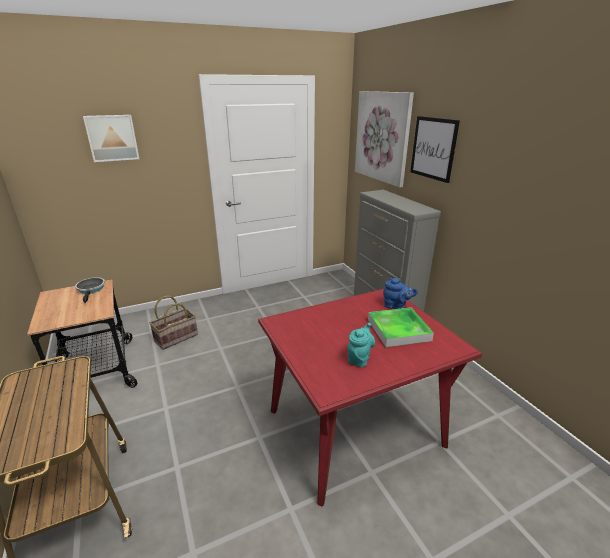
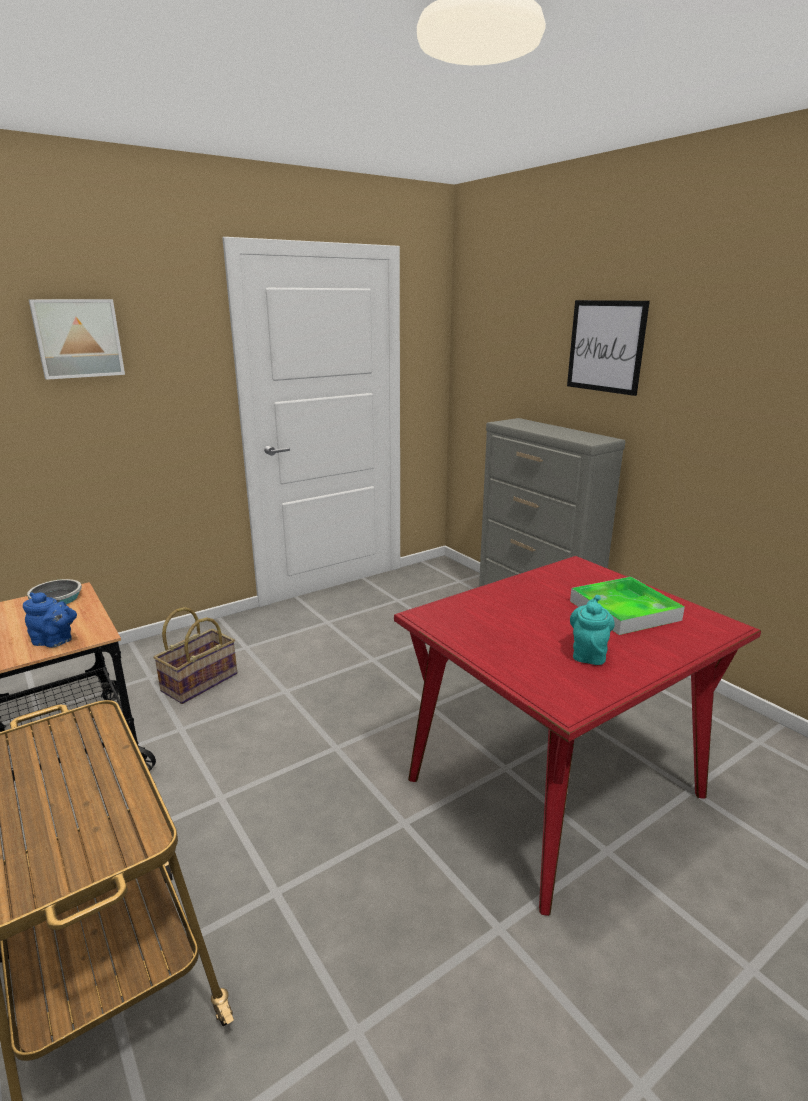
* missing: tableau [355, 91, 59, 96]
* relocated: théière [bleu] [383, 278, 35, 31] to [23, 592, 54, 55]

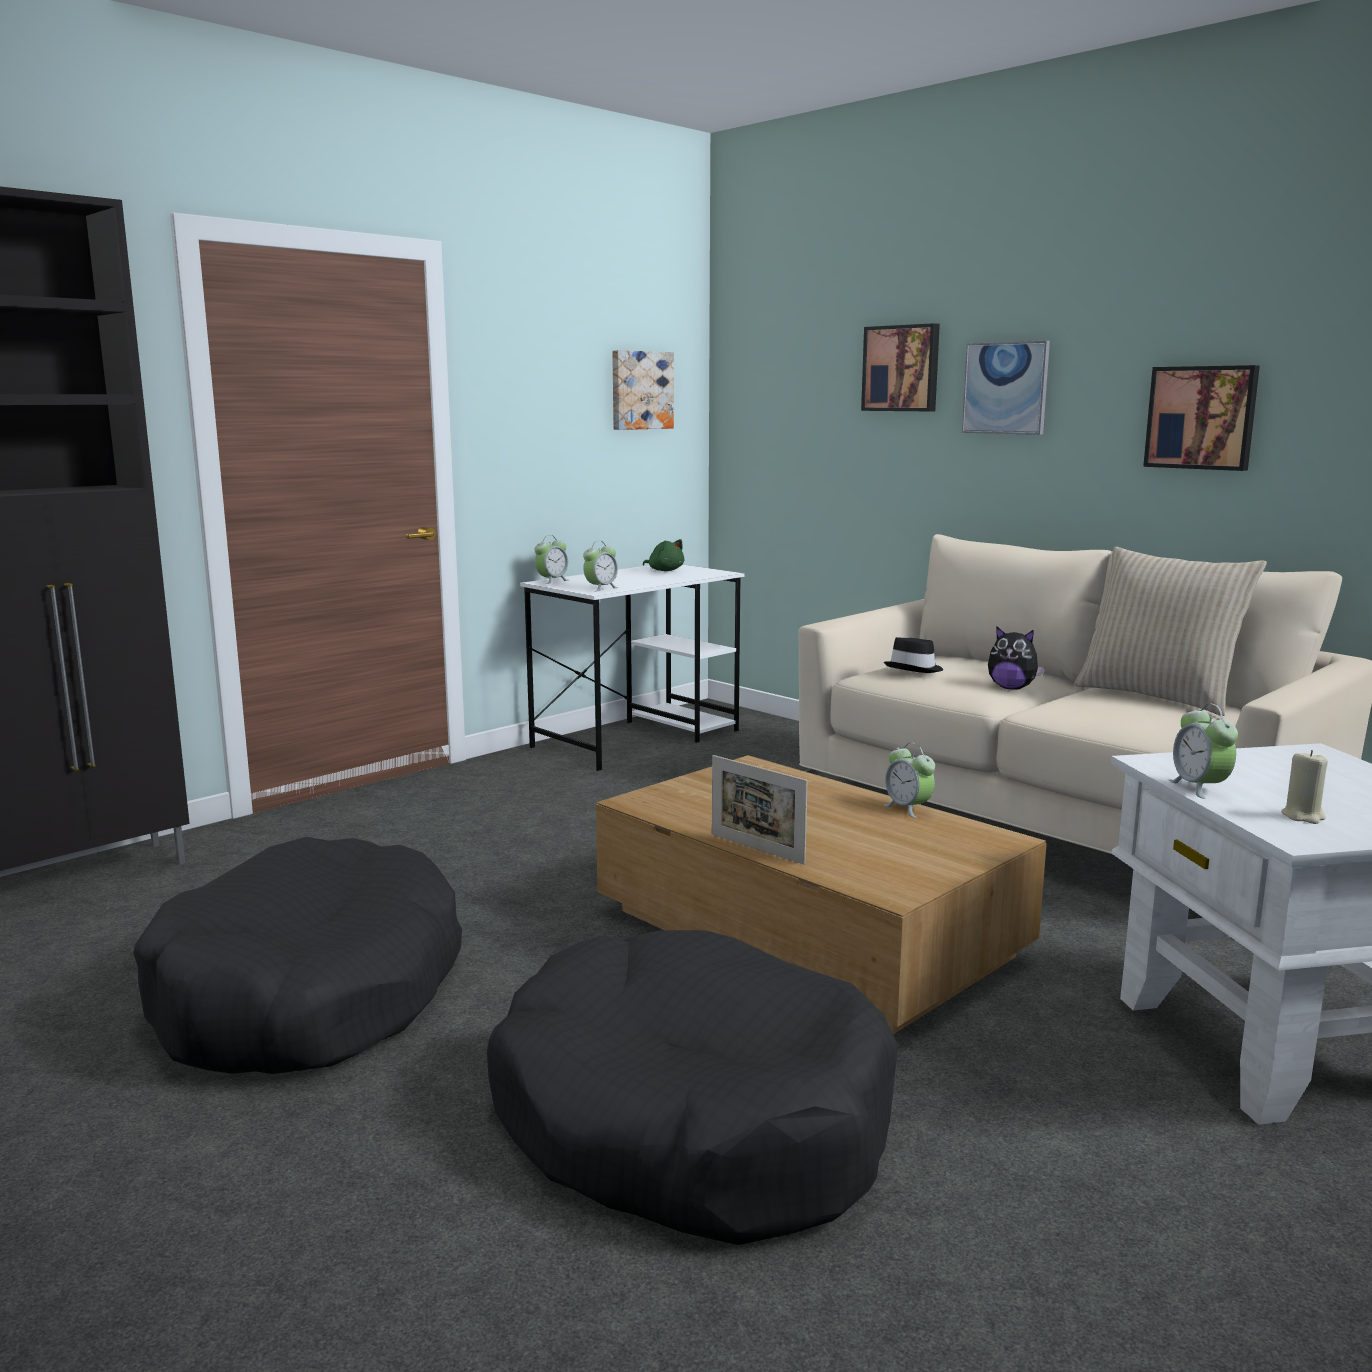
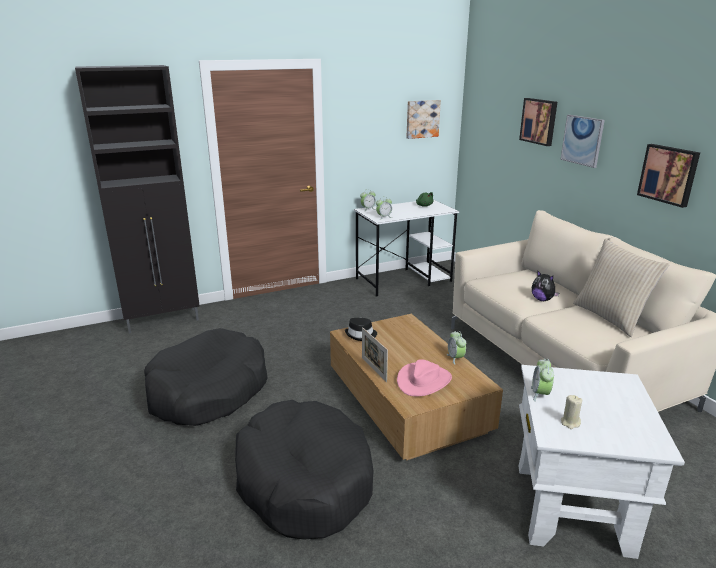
* relocated: chapeau [noir] [884, 637, 59, 36] to [345, 318, 32, 23]
* appeared: chapeau [rose] [397, 359, 55, 37]

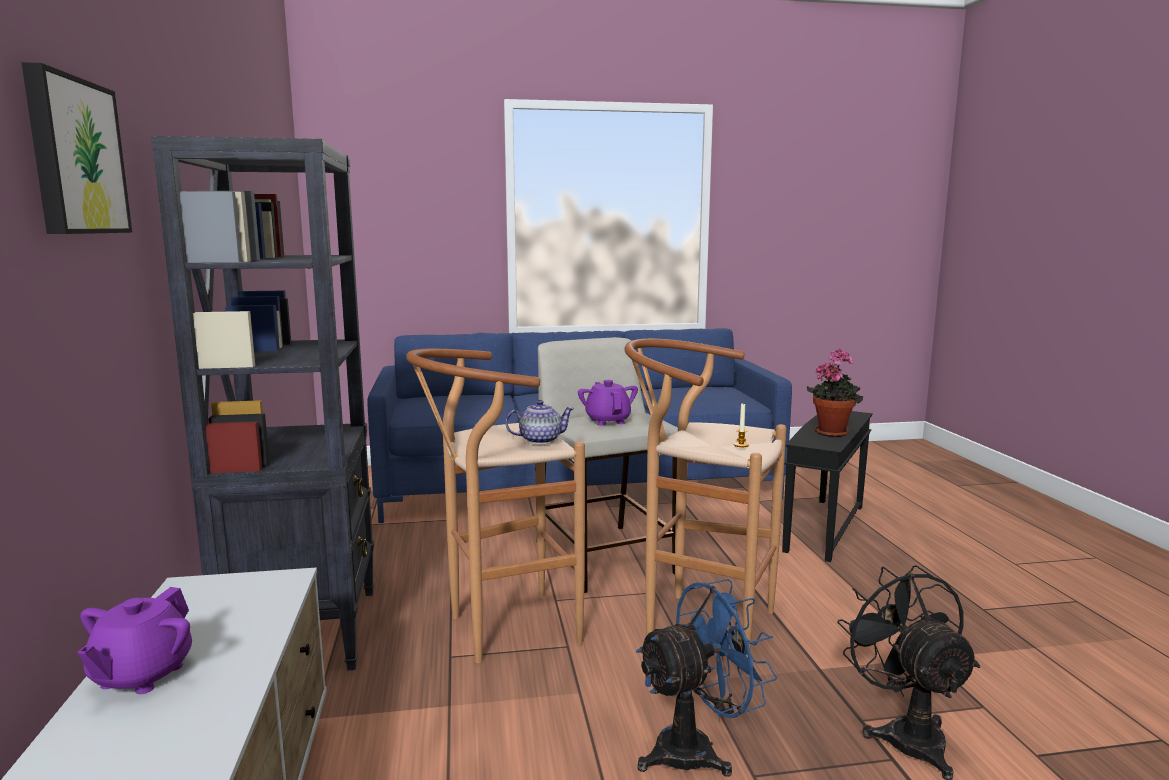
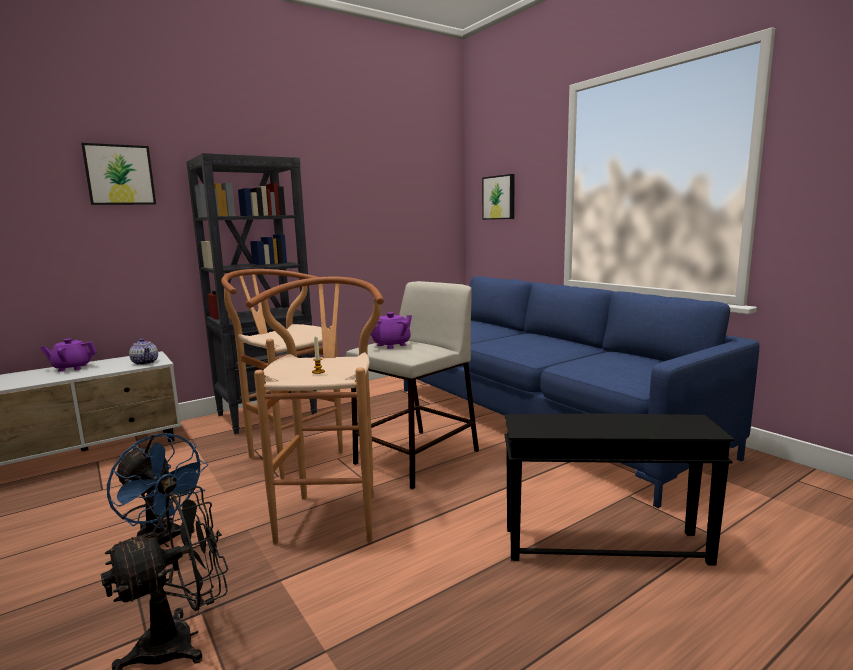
* missing: plante en pot [807, 348, 56, 89]
* relocated: théière [505, 400, 70, 44] to [129, 339, 29, 26]
* appeared: tableau [482, 174, 33, 46]

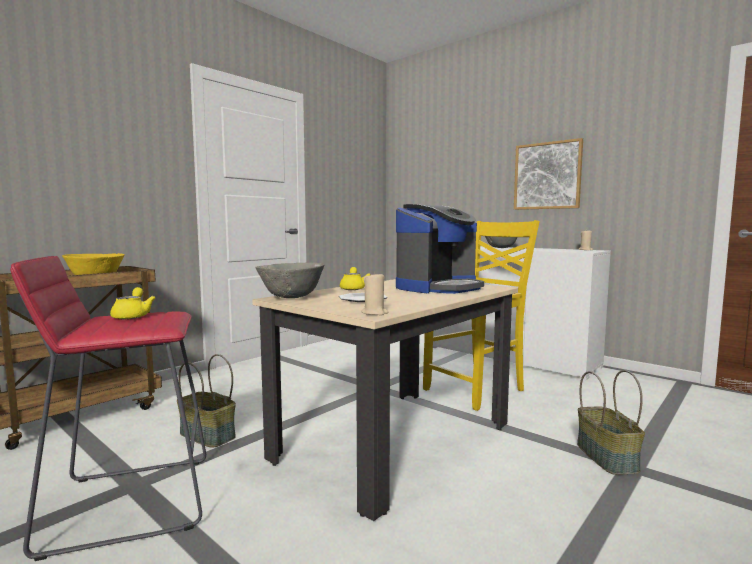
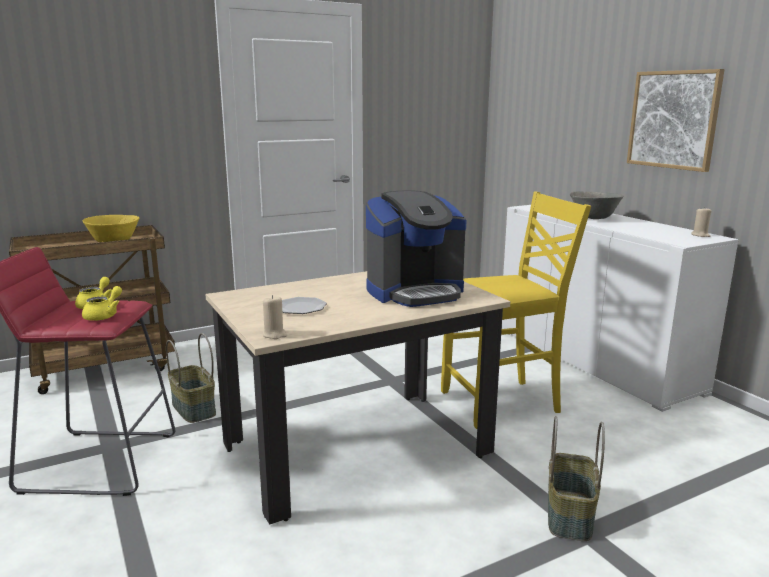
* missing: bol [gris] [255, 263, 70, 35]
* relocated: théière [jaune] [340, 267, 30, 23] to [82, 286, 40, 35]

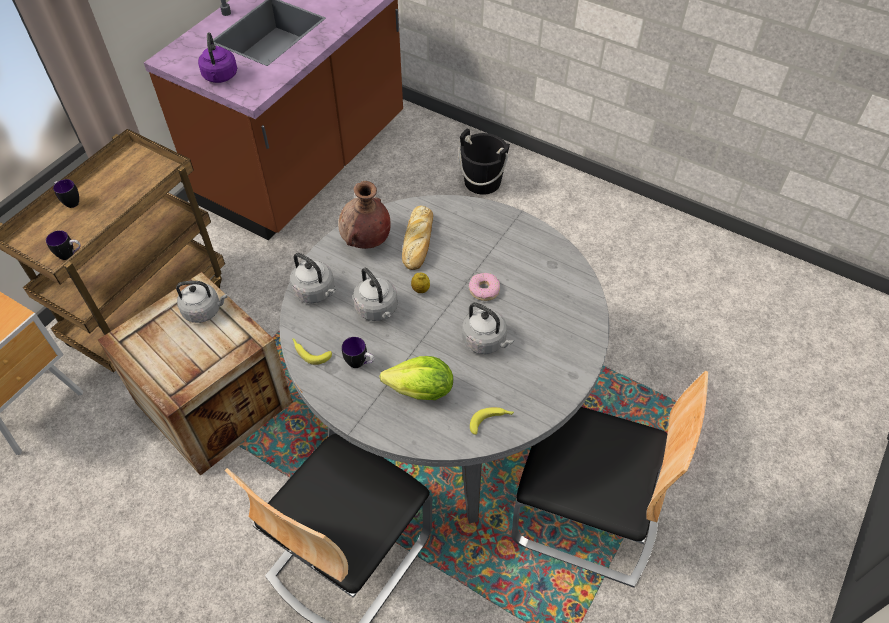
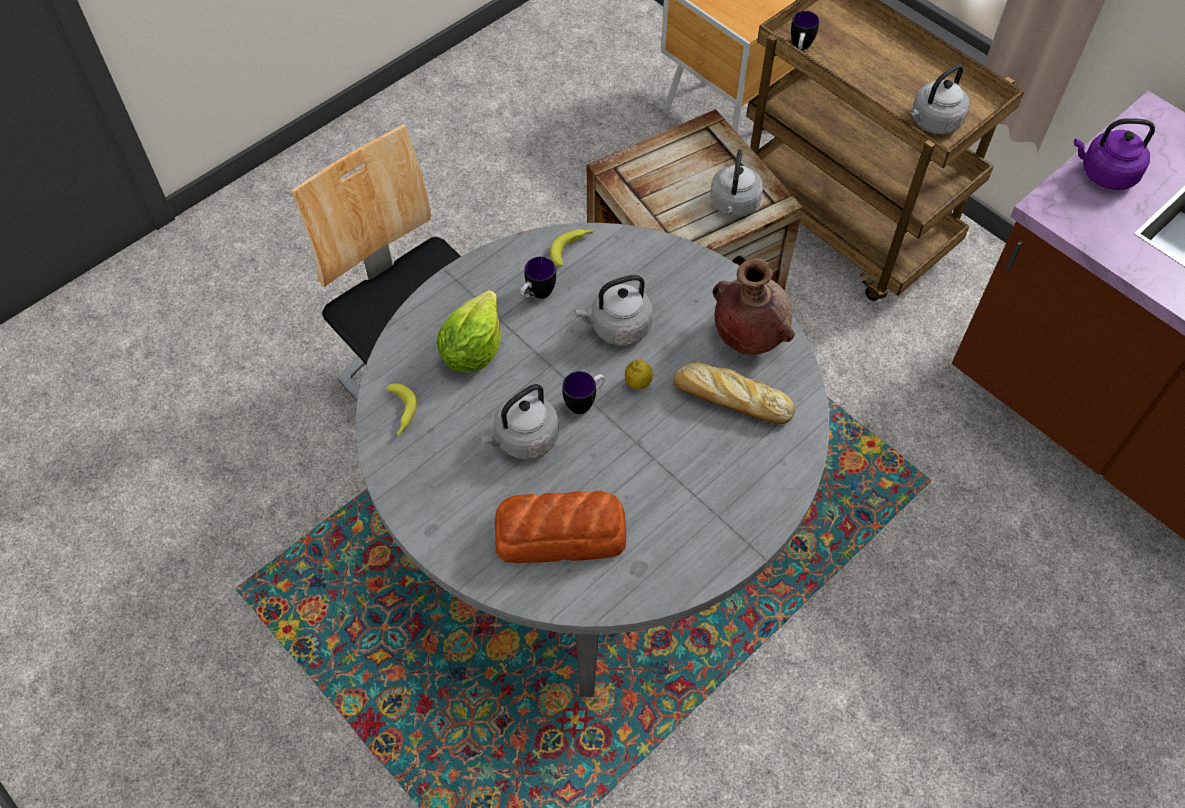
* missing: seau [noir] [459, 128, 51, 67]
* relocated: mug [53, 179, 26, 29] to [562, 371, 43, 43]
* relocated: bouilloire [gris] [290, 253, 46, 50] to [910, 64, 60, 70]
* missing: beignet [469, 273, 31, 28]
* missing: chaise [512, 371, 196, 217]
* appeared: pain [495, 490, 131, 73]

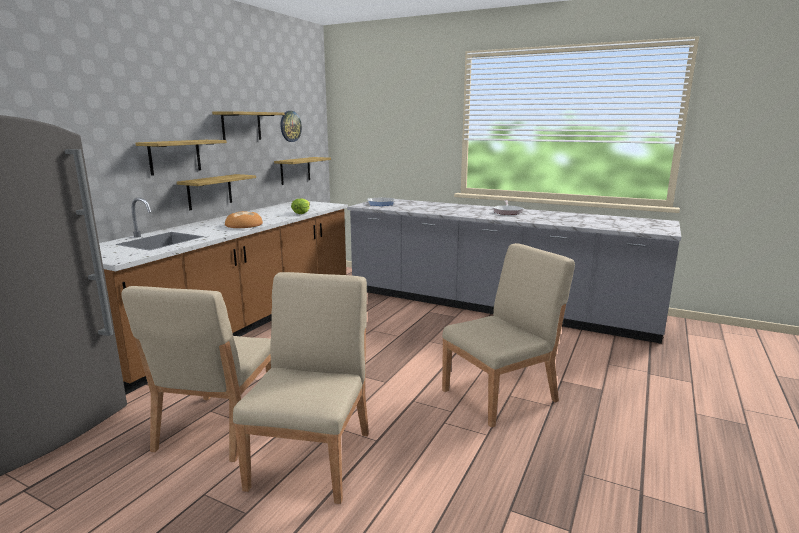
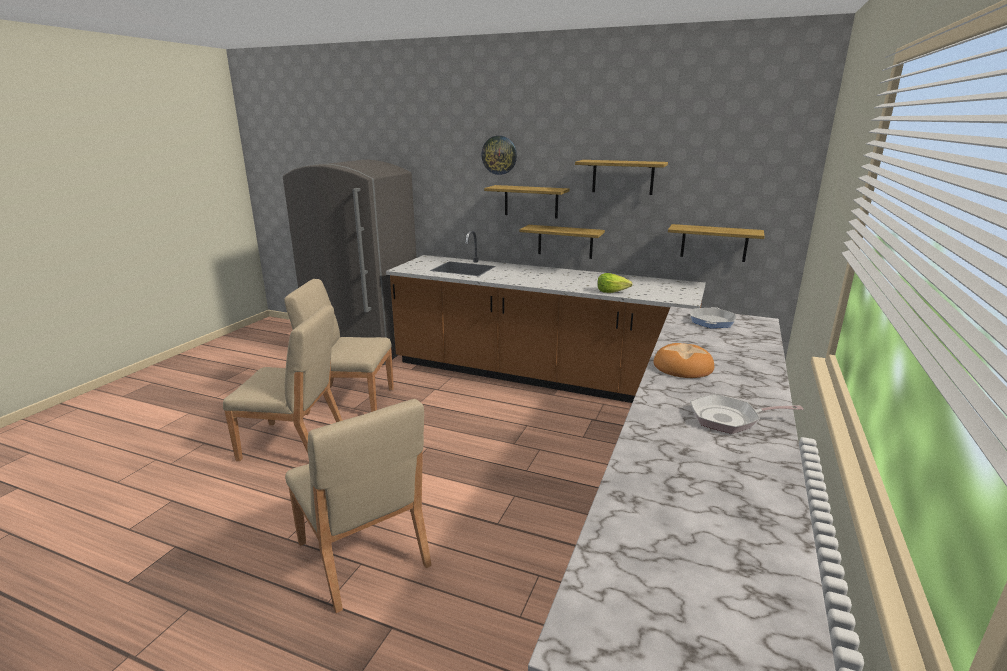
* relocated: horloge murale [281, 111, 21, 31] to [481, 136, 36, 39]
* relocated: pain [225, 211, 38, 17] to [653, 343, 61, 35]

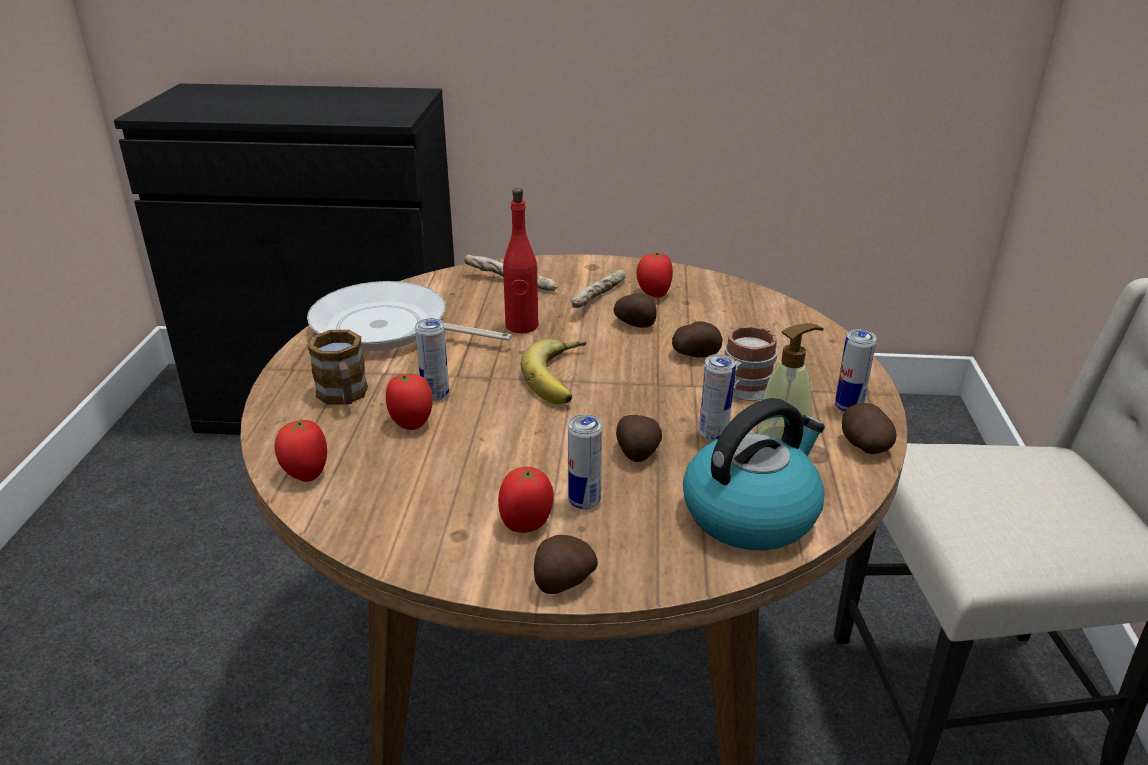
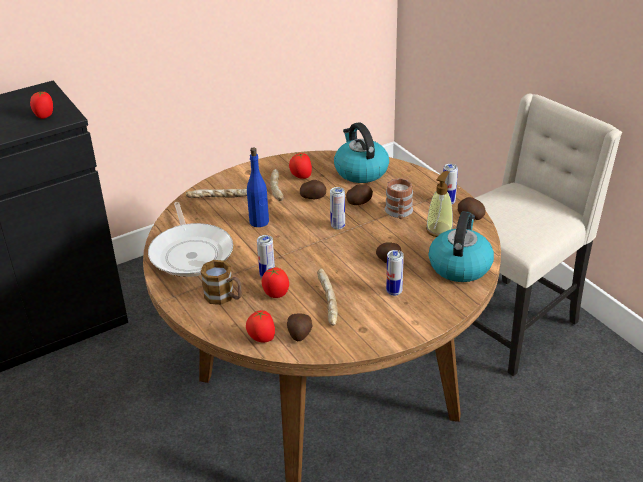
* colour: bouteille [rouge] [503, 188, 35, 145] to bouteille [bleu] [247, 147, 22, 80]
* spun: poêle [307, 281, 205, 70] = [148, 202, 85, 75] 90 degrees counterclockwise
* missing: banane [521, 339, 65, 65]
* relocated: boîte métallique [699, 354, 37, 88] to [330, 187, 15, 43]
* relocated: tomate [498, 466, 56, 67] to [30, 91, 23, 28]
* relocated: pomme de terre [534, 535, 64, 59] to [287, 314, 25, 27]
* appeared: bouilloire [334, 122, 55, 61]
* appeared: pain [317, 268, 21, 57]

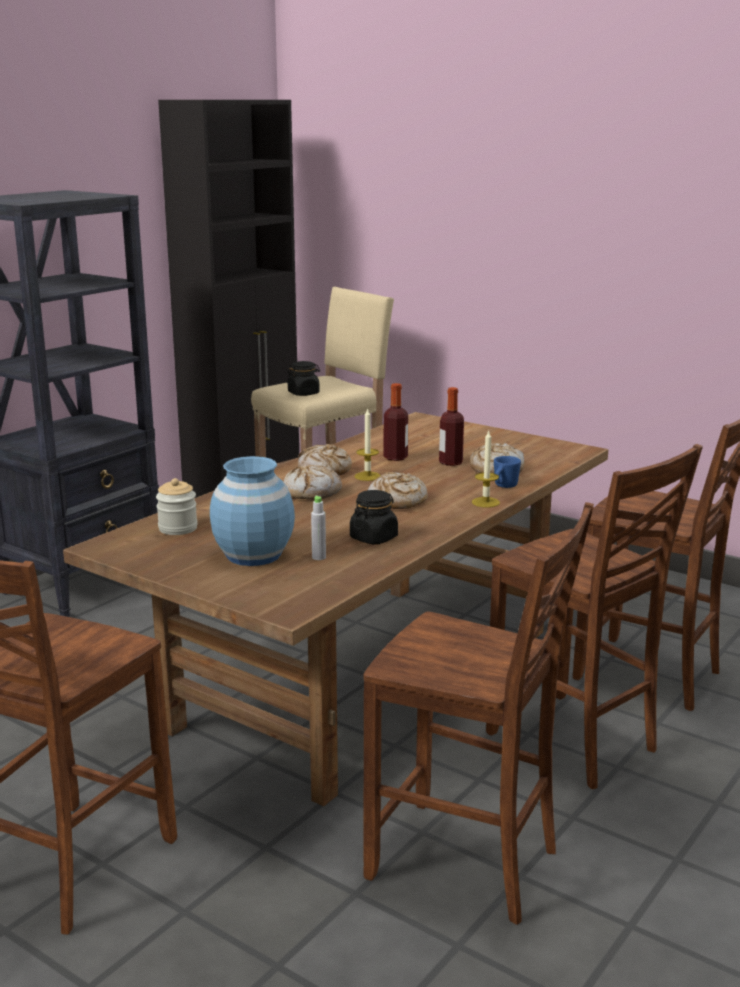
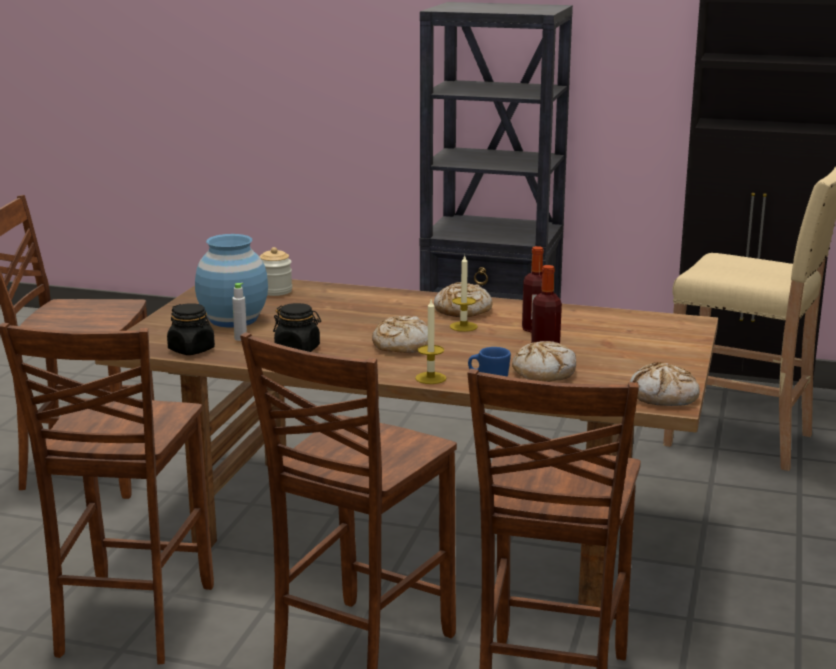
* relocated: bocal [noir] [287, 361, 33, 35] to [167, 303, 48, 52]
* relocated: pain [284, 465, 58, 35] to [630, 362, 70, 44]

